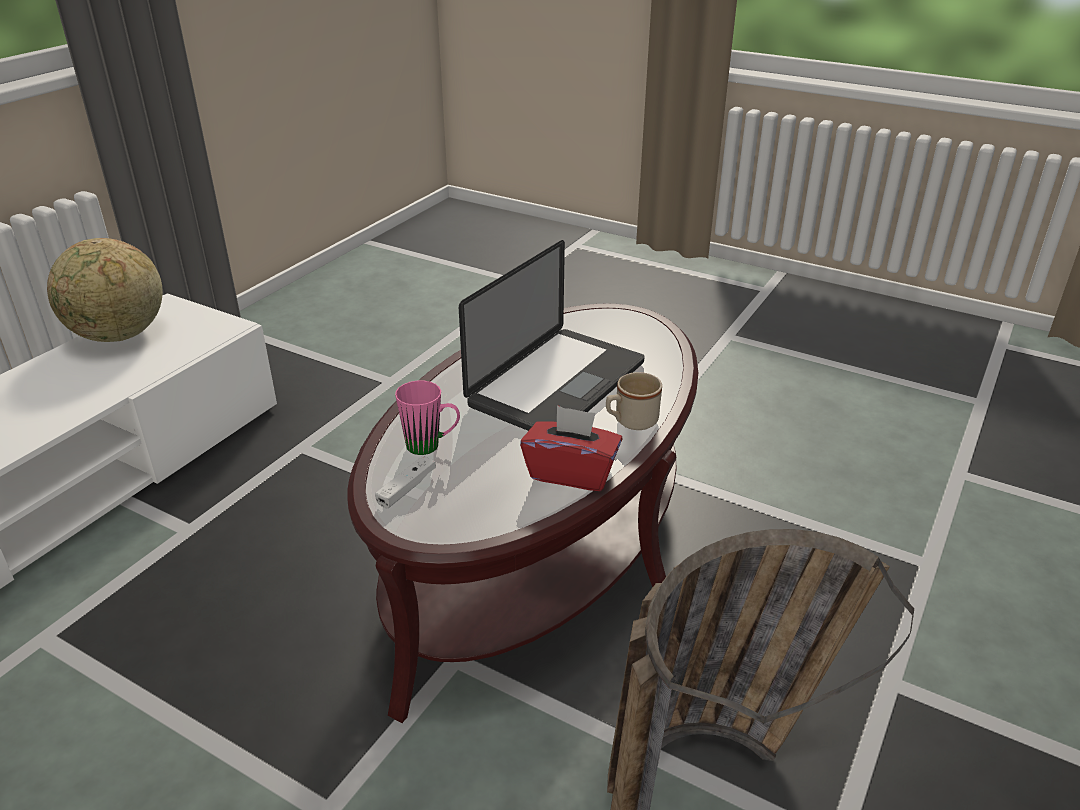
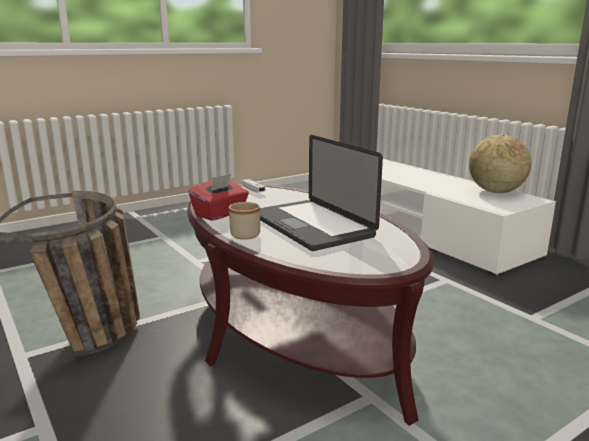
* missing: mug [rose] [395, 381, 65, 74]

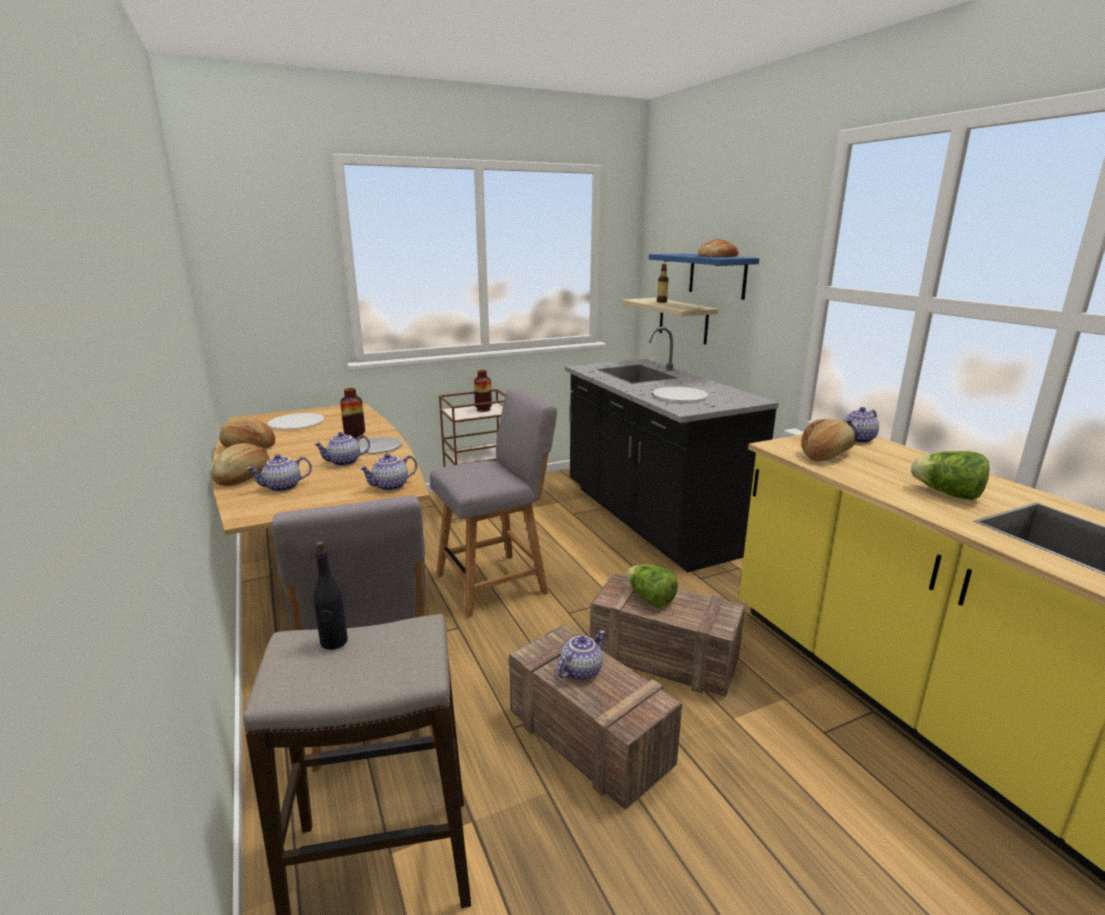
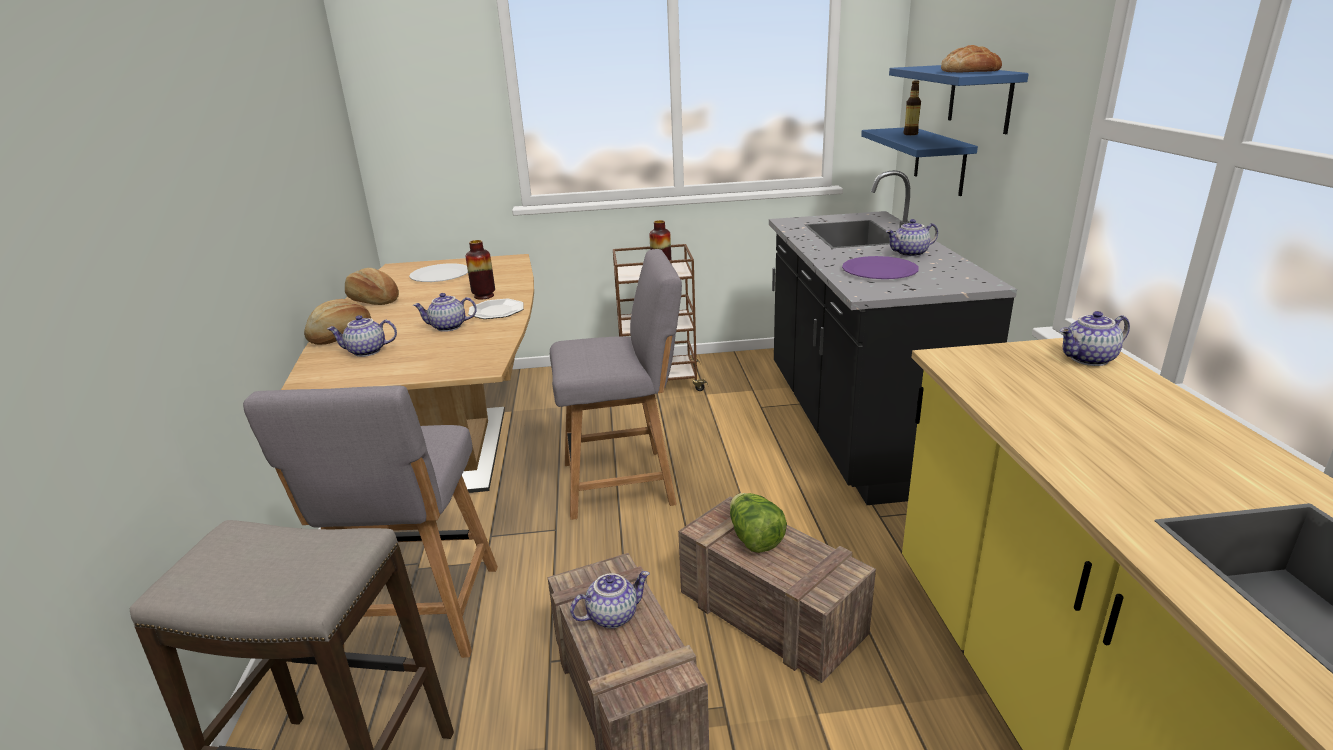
* colour: étagère [beige] [622, 298, 96, 47] to étagère [bleu] [861, 127, 117, 69]
* colour: assiette [blanc] [653, 387, 55, 14] to assiette [violet] [842, 256, 77, 23]
* missing: pain [801, 419, 55, 43]
* missing: laitue [911, 451, 79, 49]
* relocated: théière [359, 453, 58, 38] to [886, 219, 52, 38]
* missing: bouteille [noir] [314, 541, 34, 109]

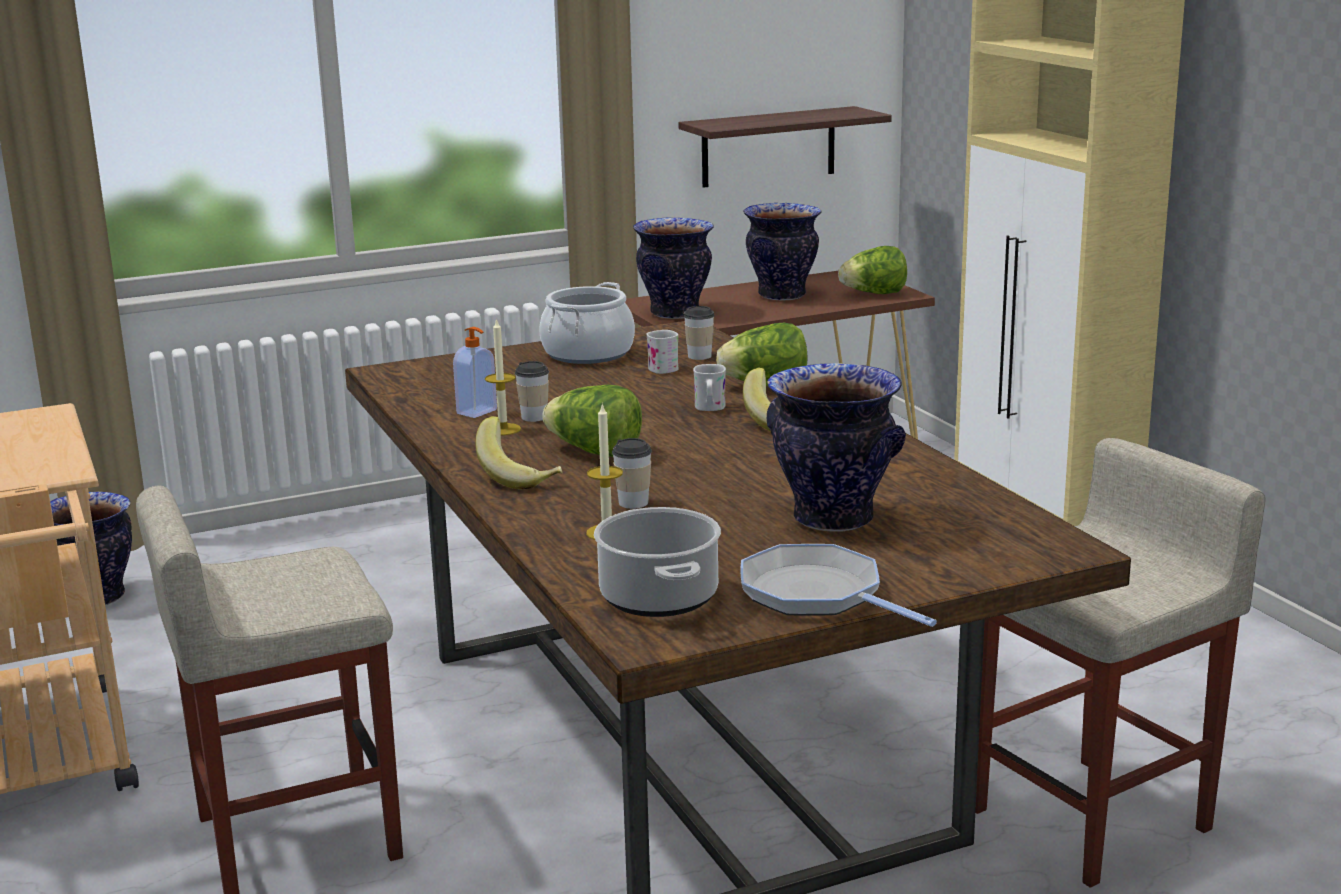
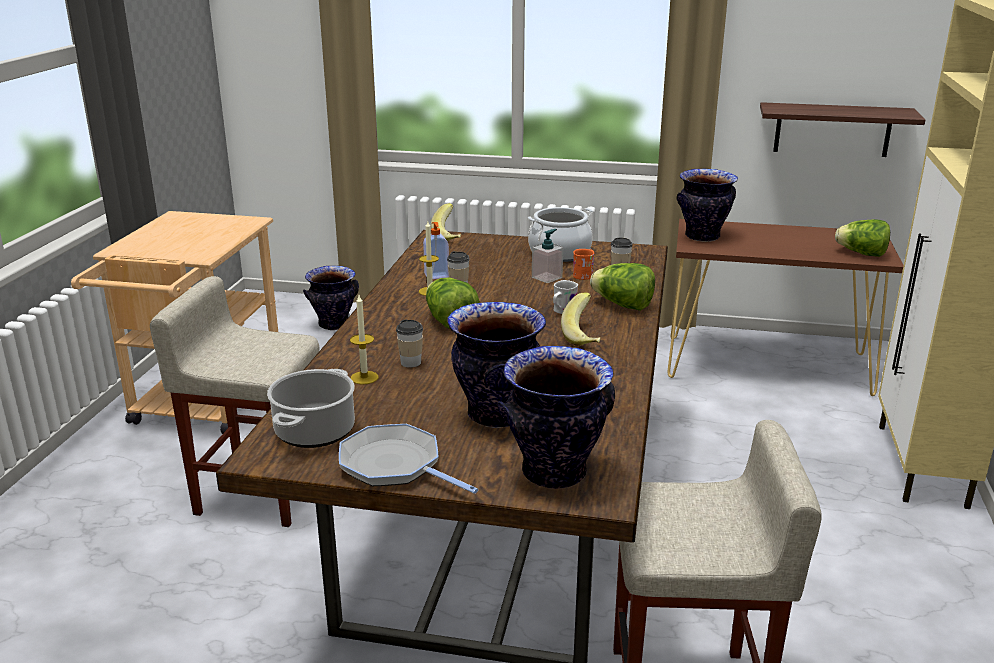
* relocated: vase [743, 203, 79, 97] to [497, 346, 118, 143]
* colour: mug [blanc] [646, 330, 33, 44] to mug [orange] [573, 249, 21, 31]
* relocated: banane [475, 416, 88, 73] to [431, 203, 30, 38]
* spun: poêle [740, 544, 197, 83] = [339, 424, 140, 70] 45 degrees counterclockwise
* appeared: distributeur de savon [532, 229, 31, 54]

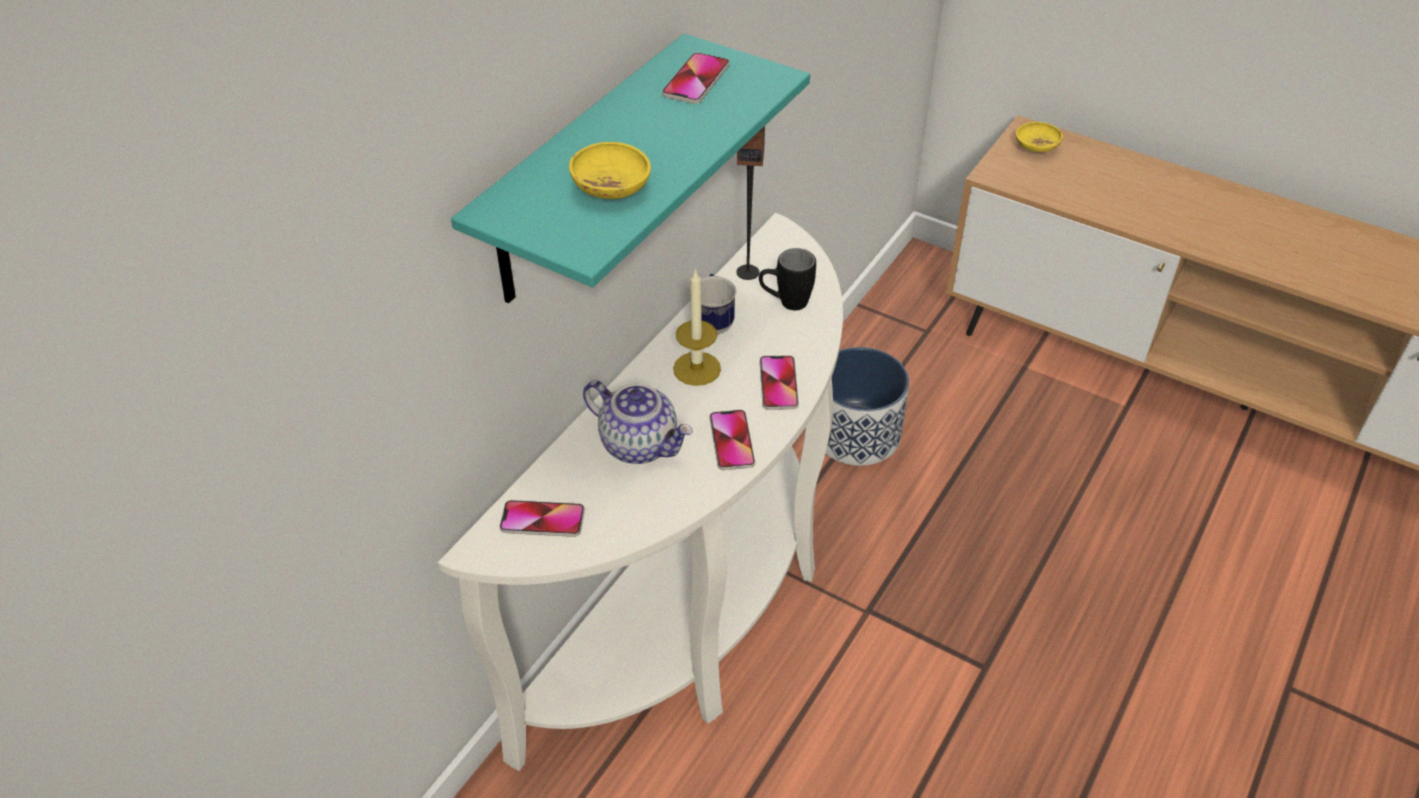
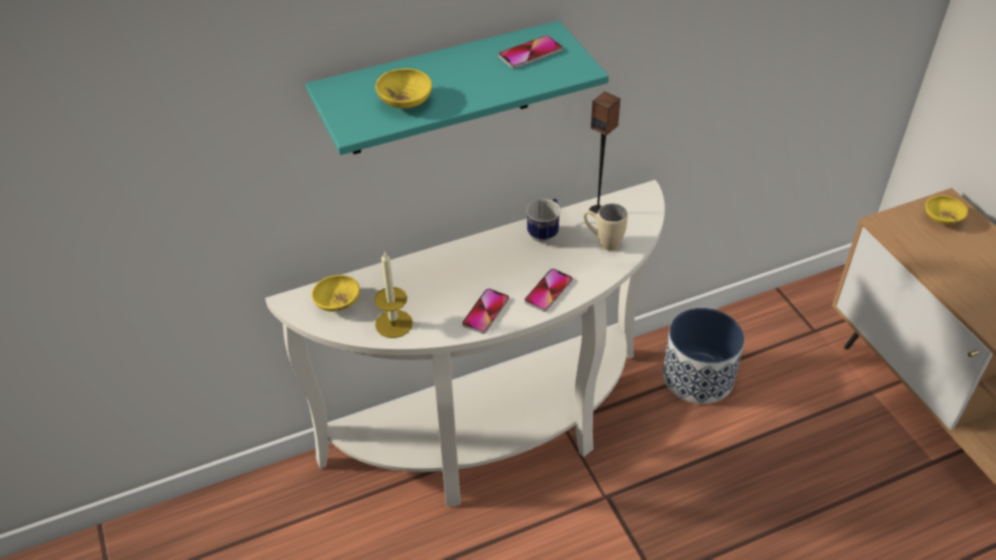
* colour: mug [noir] [759, 248, 57, 62] to mug [beige] [584, 204, 44, 47]
* relocated: bougie [673, 268, 48, 118] to [374, 251, 39, 87]
* missing: théière [583, 380, 110, 84]
* exchanged: téléphone [499, 500, 86, 37] to bol [jaune] [311, 275, 49, 37]

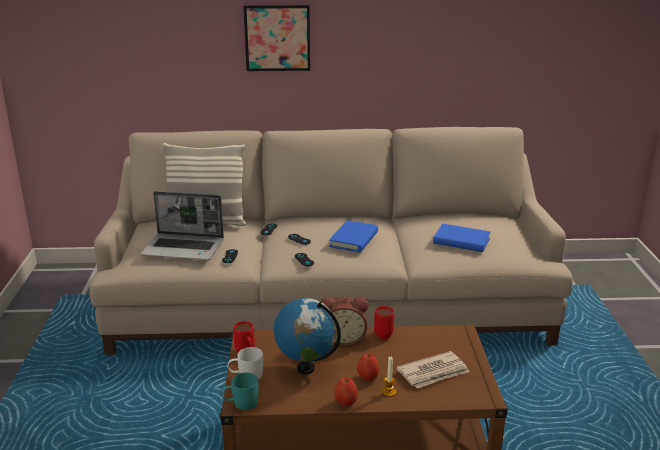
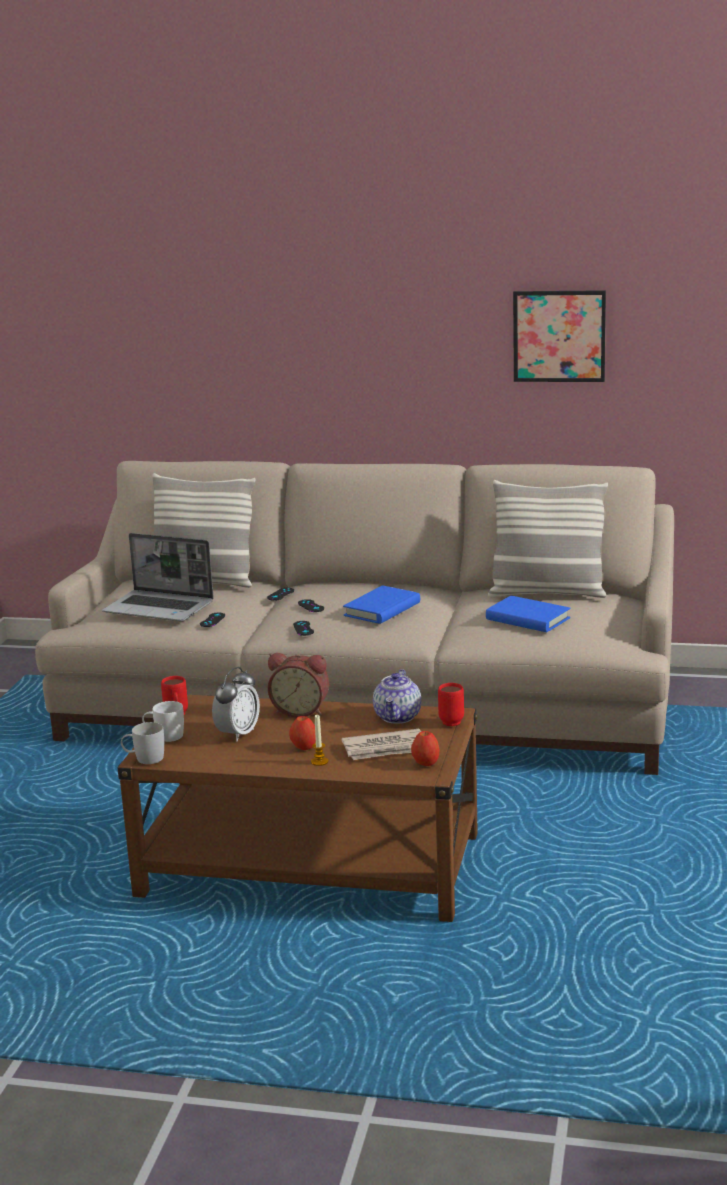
* relocated: tableau [243, 5, 67, 66] to [513, 290, 93, 92]
* exchanged: globe [274, 298, 67, 77] to réveil [212, 667, 48, 74]
* relocated: mug [rouge] [374, 306, 20, 34] to [438, 683, 26, 43]
* colour: mug [turquoise] [221, 372, 38, 38] to mug [blanc] [121, 722, 43, 42]
* relocated: pomme [334, 377, 24, 29] to [411, 731, 28, 35]
* appeared: coussin [488, 480, 120, 118]
* appeared: théière [373, 669, 48, 55]

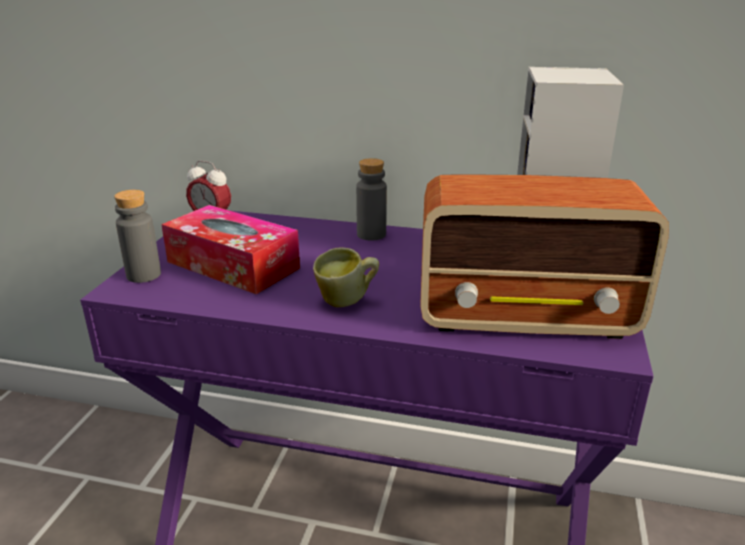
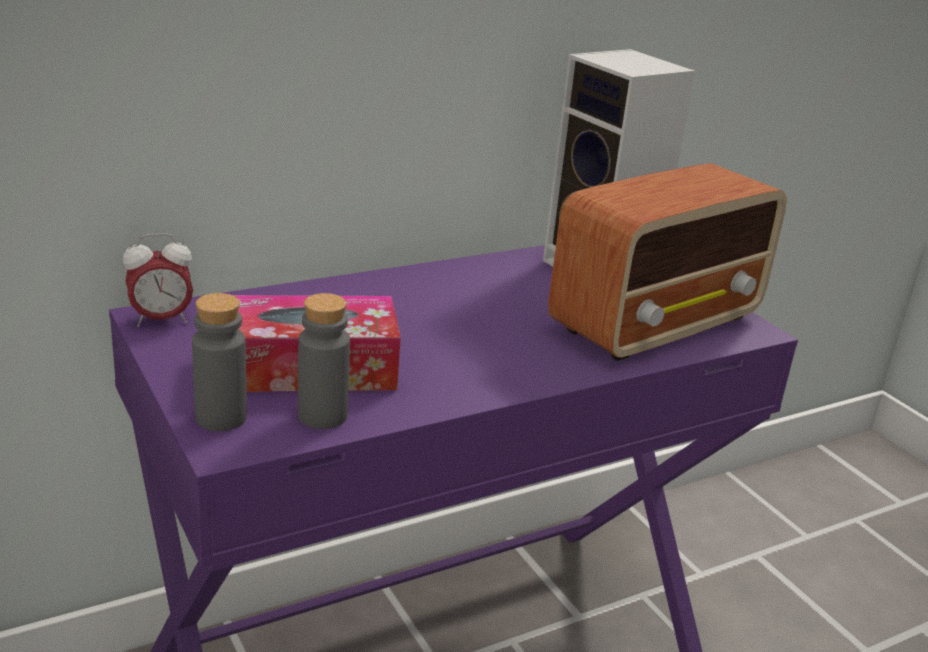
* relocated: bouteille [gris] [356, 158, 31, 83] to [298, 293, 52, 136]
* missing: mug [313, 248, 66, 60]

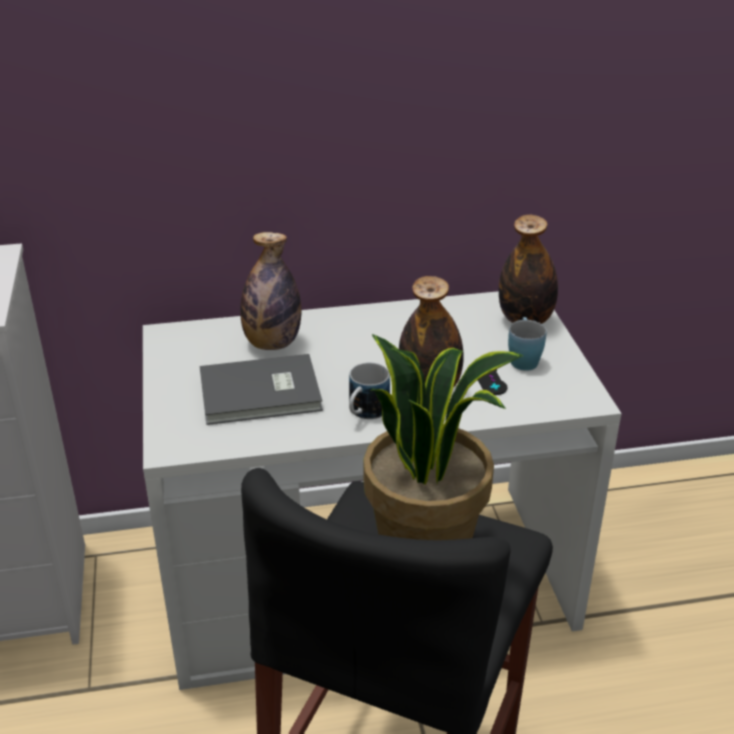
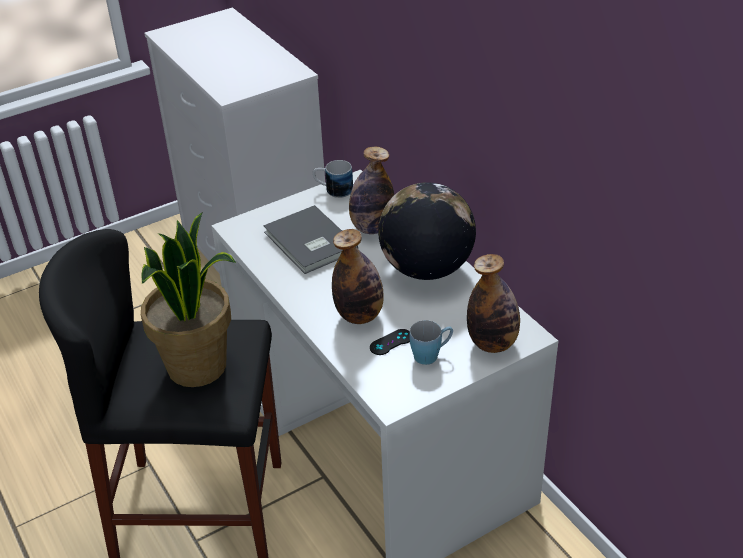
* relocated: mug [349, 363, 41, 56] to [313, 160, 40, 38]
* appeared: globe [378, 182, 98, 98]

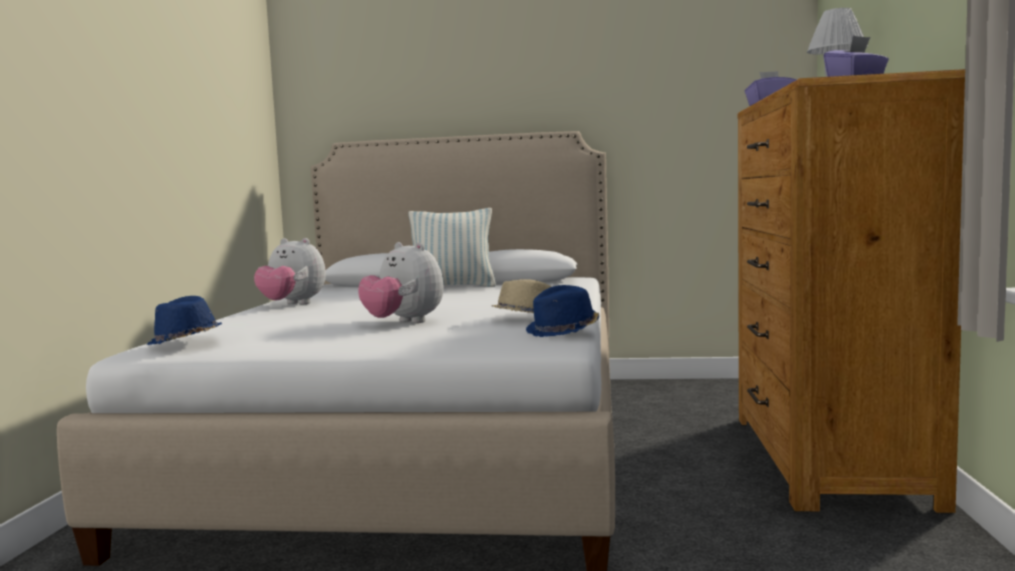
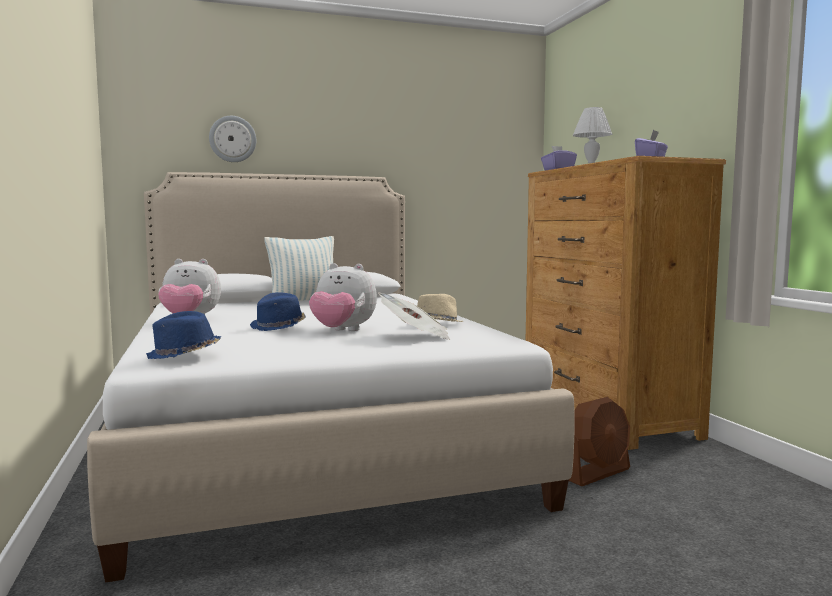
* relocated: chapeau [bleu] [526, 285, 73, 52] to [250, 292, 56, 39]
* appeared: horloge murale [209, 116, 47, 46]
* appeared: journal [378, 293, 72, 47]
* appeared: ventilateur [marron] [569, 397, 61, 89]

